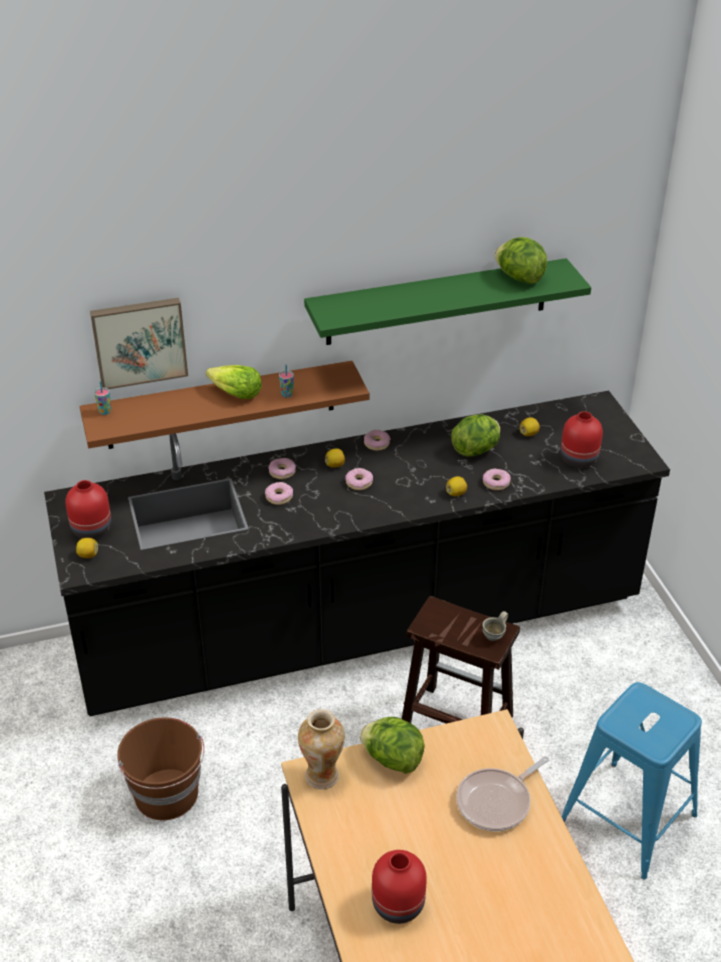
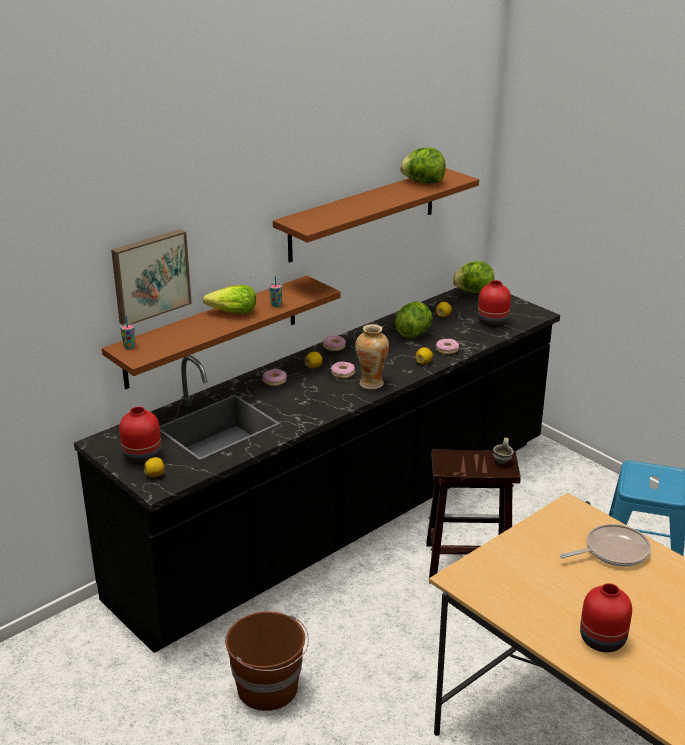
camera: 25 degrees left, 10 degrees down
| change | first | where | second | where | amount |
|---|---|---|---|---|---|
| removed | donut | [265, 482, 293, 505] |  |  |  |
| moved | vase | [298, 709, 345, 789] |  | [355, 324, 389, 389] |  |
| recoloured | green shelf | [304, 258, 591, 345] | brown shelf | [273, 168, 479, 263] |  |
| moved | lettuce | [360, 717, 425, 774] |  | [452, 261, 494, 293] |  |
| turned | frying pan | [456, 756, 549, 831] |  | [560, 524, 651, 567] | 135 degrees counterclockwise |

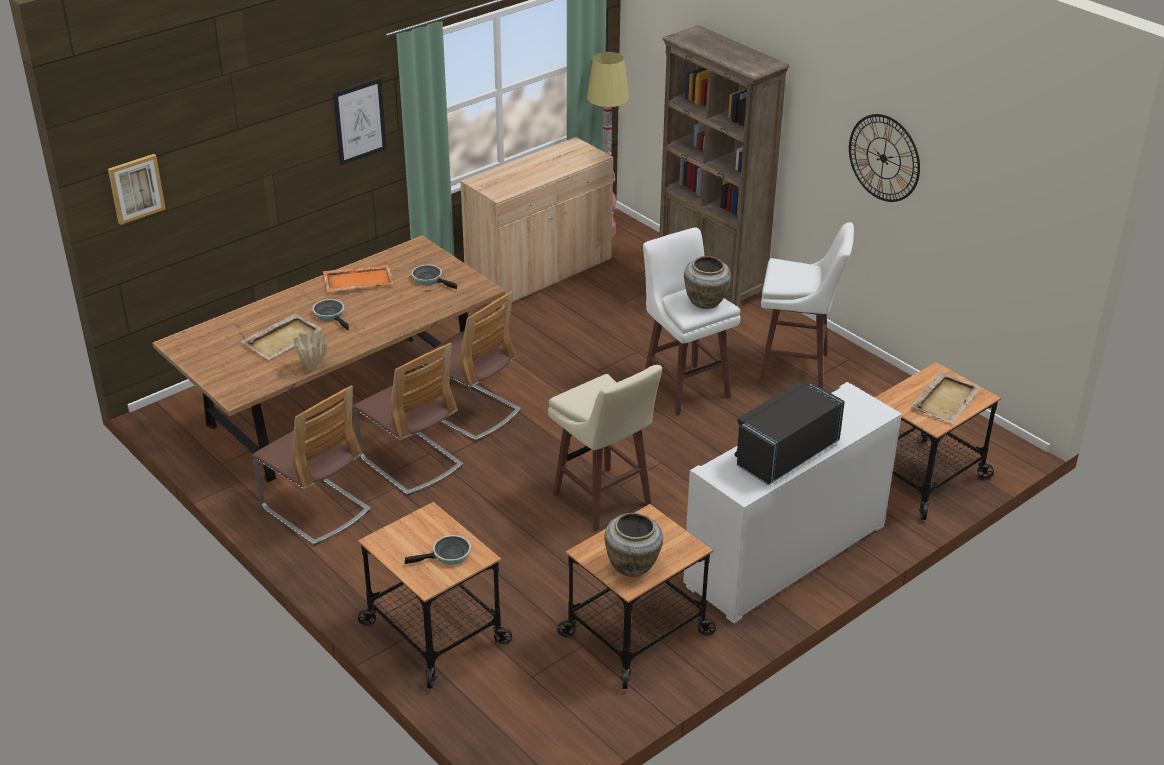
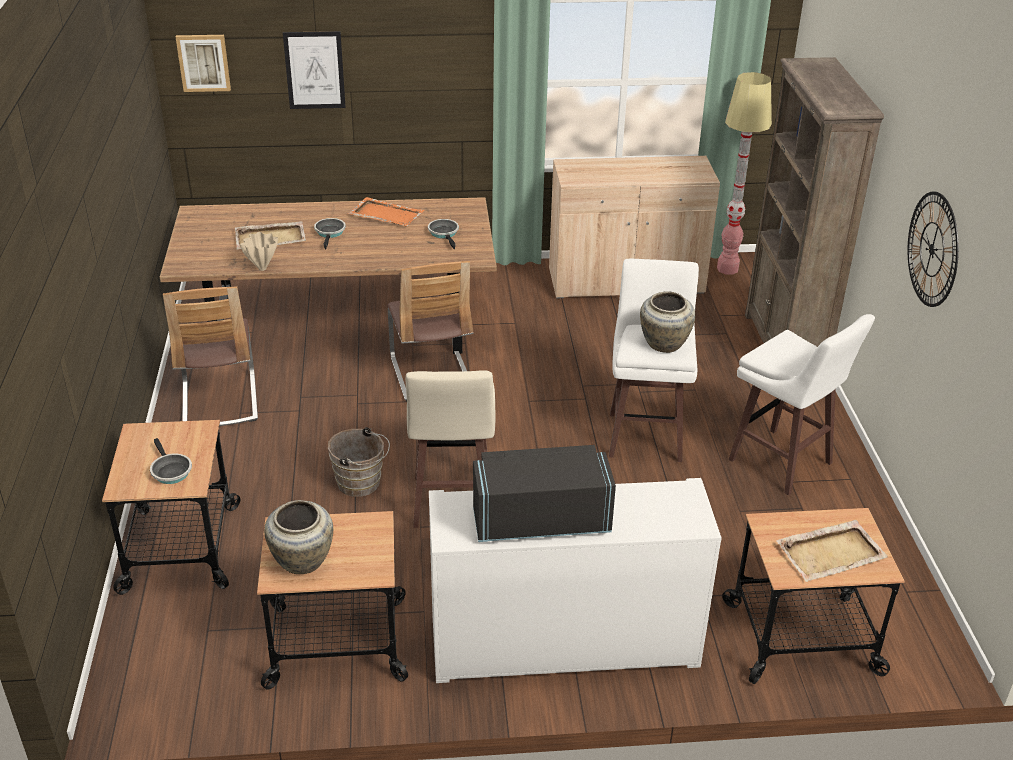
camera: 35 degrees right, 0 degrees up
| change | first | where | second | where | amount |
|---|---|---|---|---|---|
| moved | picture | [333, 78, 387, 165] |  | [283, 31, 346, 109] |  |
| removed | chair | [352, 343, 463, 496] |  |  |  |
| turned | frying pan | [405, 535, 471, 565] |  | [150, 438, 192, 484] | 45 degrees clockwise |
| added |  |  | brown bucket | [328, 427, 390, 497] |  |

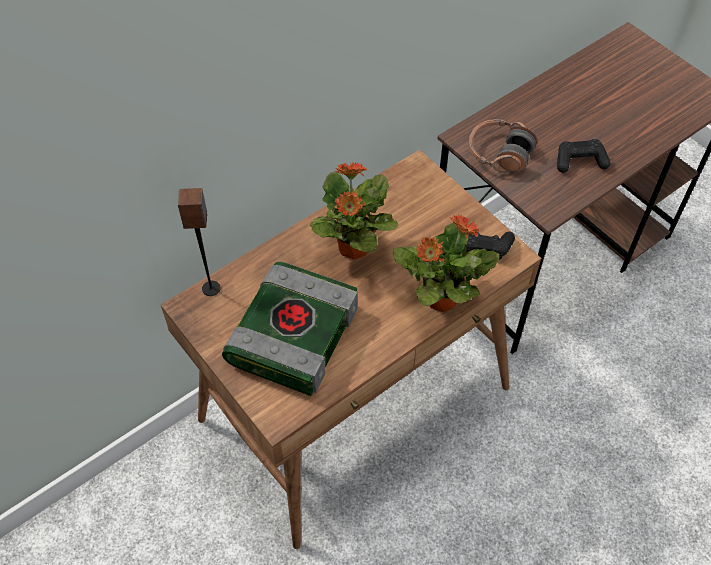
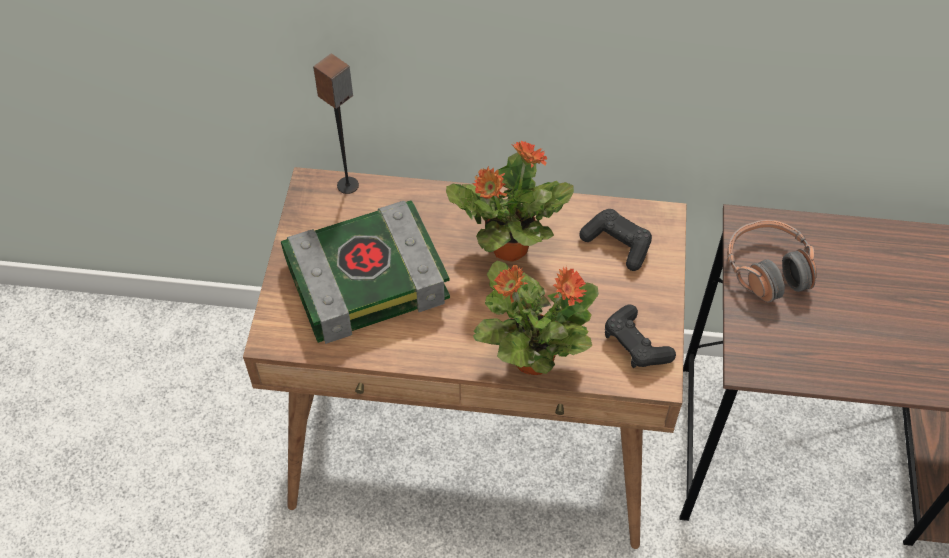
camera: 45 degrees right, 0 degrees up
| change | first | where | second | where | amount |
|---|---|---|---|---|---|
| moved | black game controller | [557, 139, 611, 173] |  | [579, 209, 652, 271] |  |

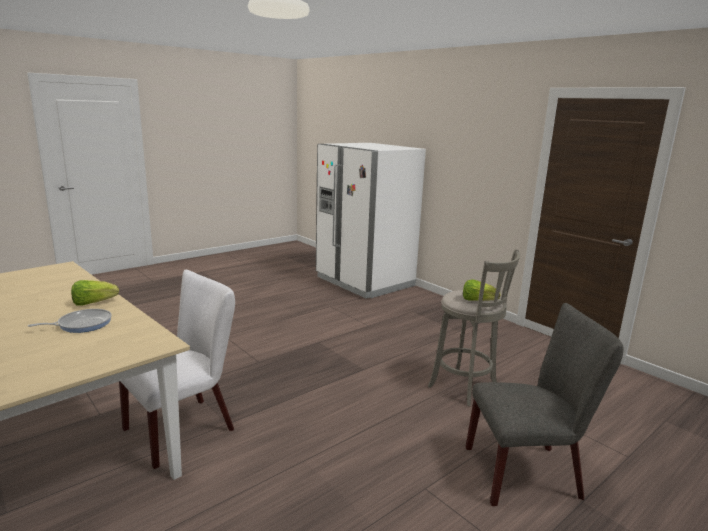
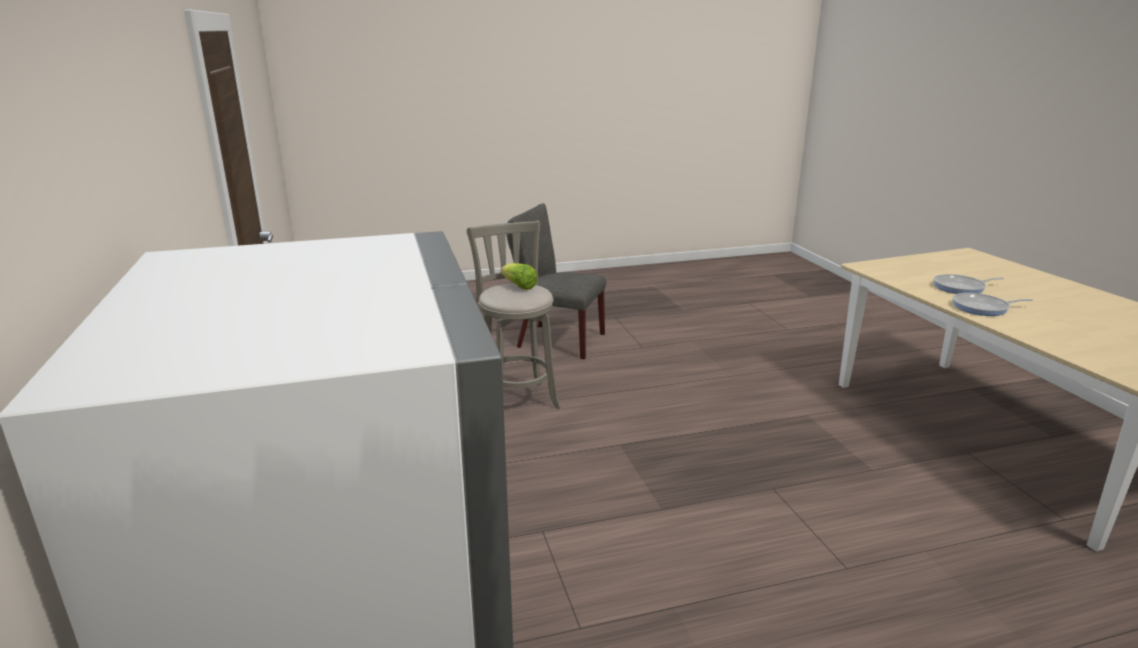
camera: 155 degrees left, 5 degrees up
| change | first | where | second | where | amount |
|---|---|---|---|---|---|
| replaced | lettuce | [71, 280, 119, 306] | frying pan | [952, 293, 1033, 316] |  |
| removed | white chair | [119, 270, 235, 469] |  |  |  |

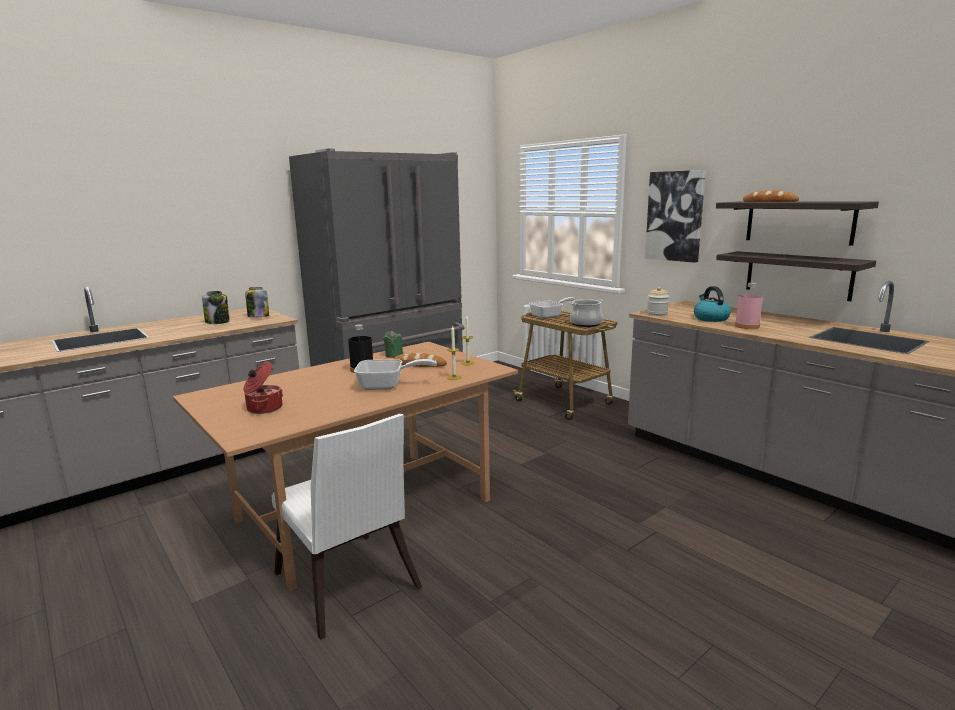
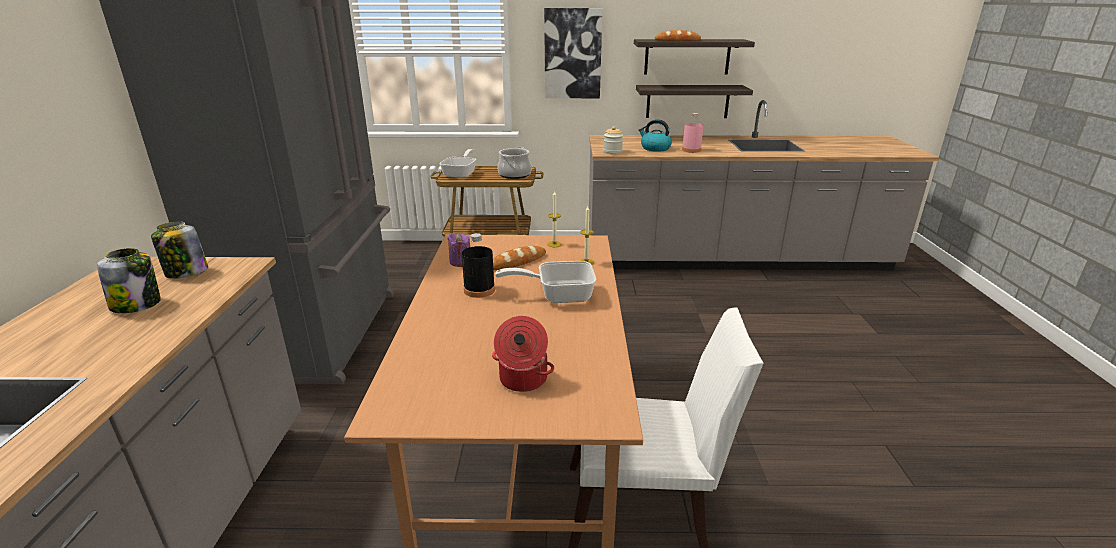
camera: 50 degrees left, 10 degrees up
| change | first | where | second | where | amount |
|---|---|---|---|---|---|
| turned | frying pan | [354, 359, 437, 390] |  | [495, 261, 596, 303] | 135 degrees counterclockwise |
| recoloured | green candle | [383, 331, 403, 358] | purple candle | [447, 233, 470, 267] |  |

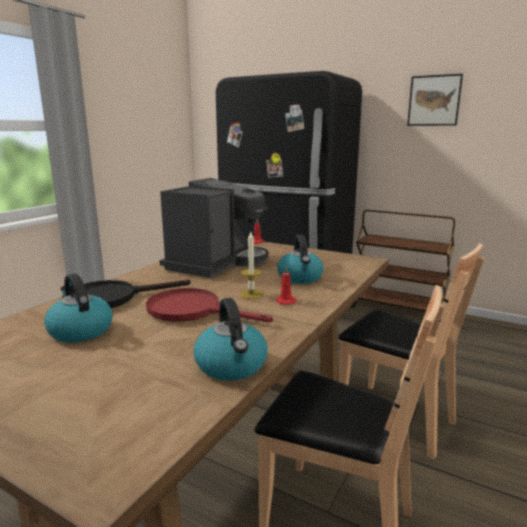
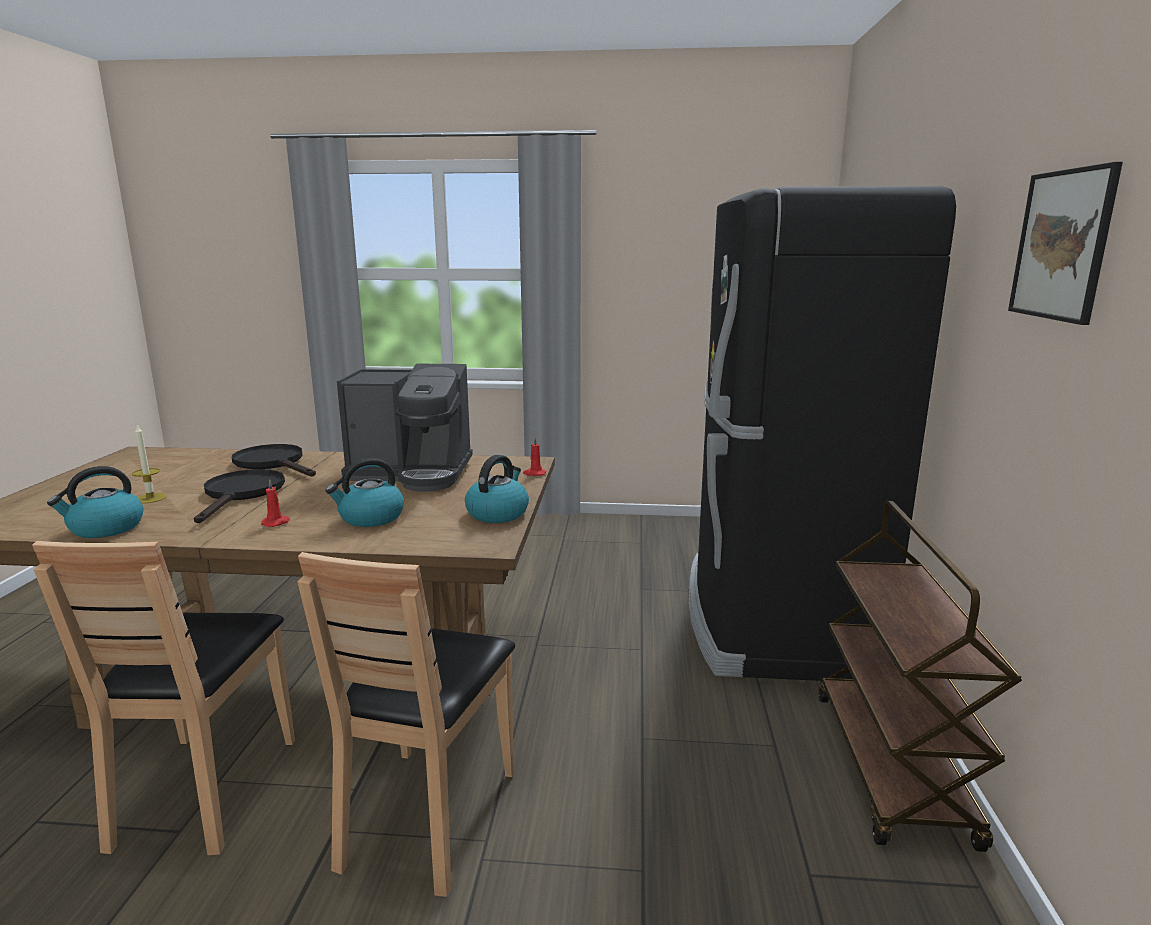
camera: 65 degrees right, 0 degrees up
| change | first | where | second | where | amount |
|---|---|---|---|---|---|
| moved | kettle | [44, 274, 113, 343] |  | [465, 455, 529, 523] |  |
| recoloured | red frying pan | [146, 288, 273, 323] | black frying pan | [194, 469, 285, 523] |  |
| moved | candle | [239, 232, 263, 299] |  | [132, 425, 167, 504] |  |

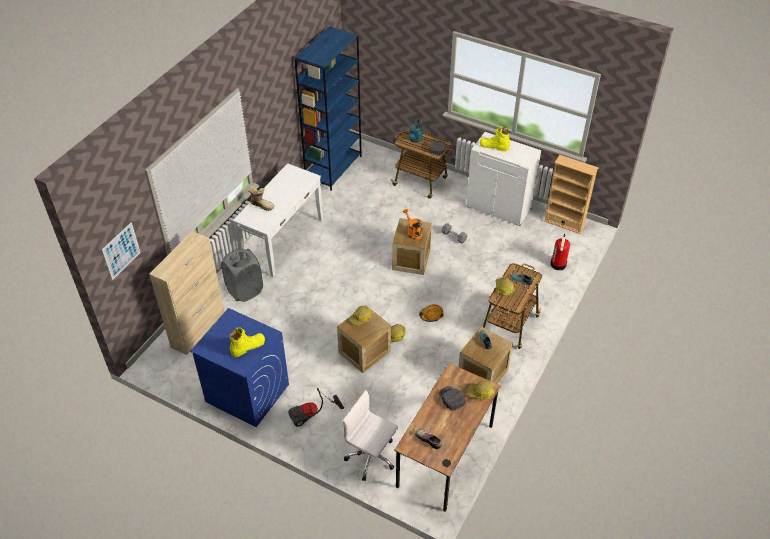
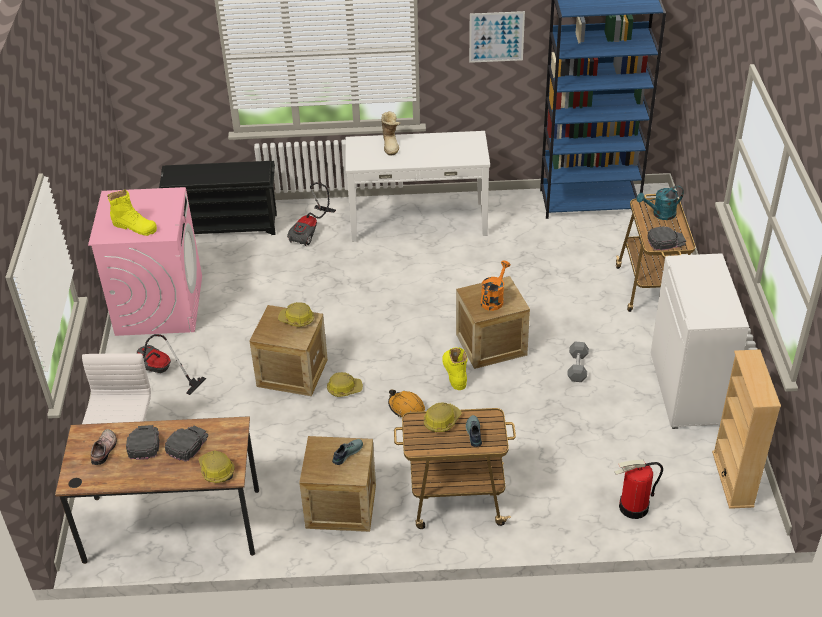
camera: 60 degrees right, 5 degrees down
| change | first | where | second | where | amount |
|---|---|---|---|---|---|
| moved | picture | [102, 222, 141, 280] |  | [469, 11, 525, 63] |  |
| replaced | beige cabinet | [149, 231, 225, 355] | black shoe rack | [159, 161, 277, 235] |  |
| recoloured | blue washing machine | [190, 308, 289, 427] | pink washing machine | [88, 187, 202, 336] |  |
| replaced | grey laundry basket | [221, 248, 263, 302] | vacuum cleaner | [287, 182, 336, 246] |  |
| moved | yellow boot | [480, 127, 510, 151] |  | [442, 347, 468, 390] |  |
| added |  |  | black cap | [126, 425, 160, 460] |  |

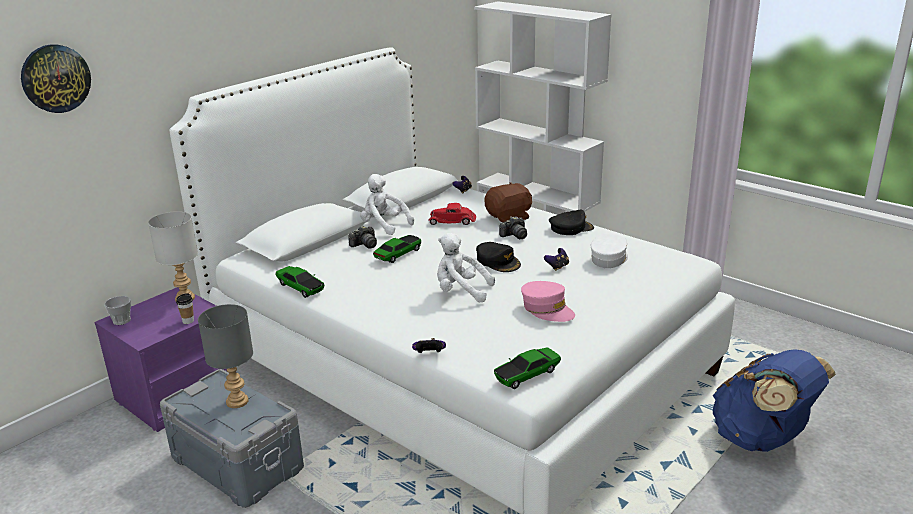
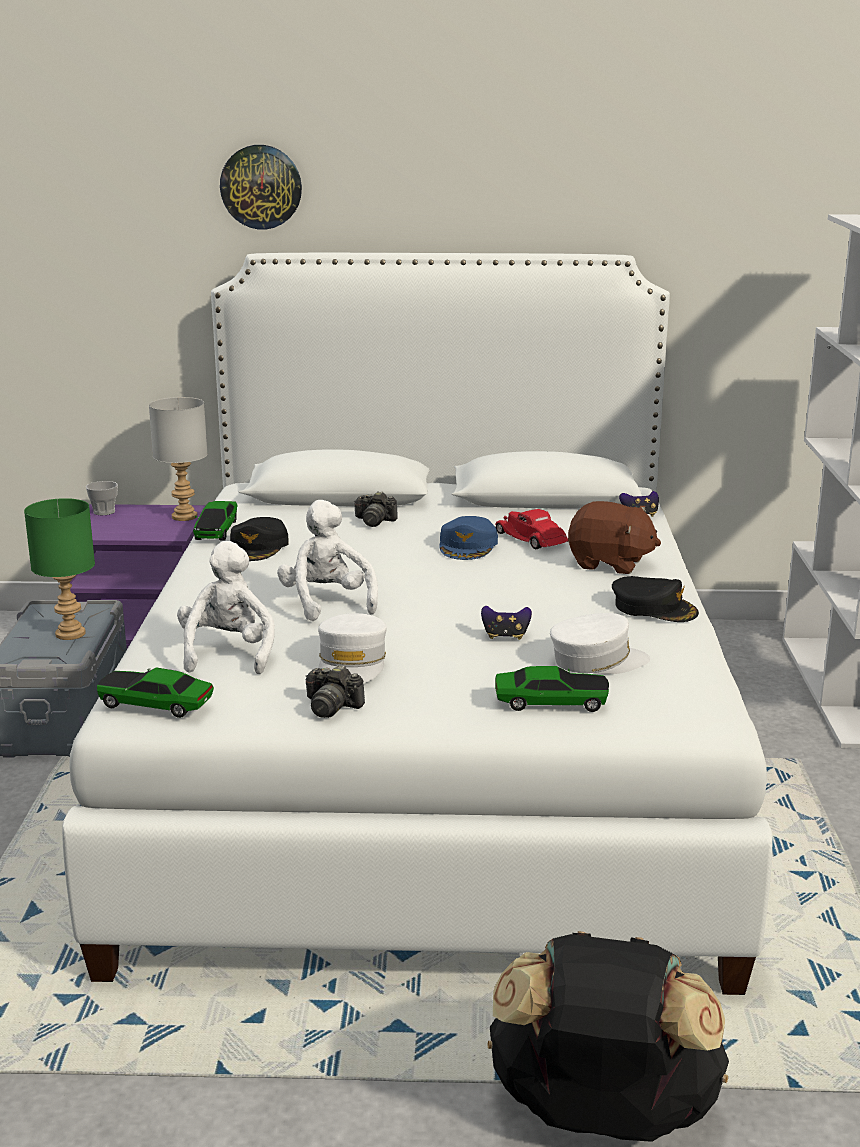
camera: 50 degrees right, 5 degrees down
| change | first | where | second | where | amount |
|---|---|---|---|---|---|
| moved | wall clock | [21, 44, 91, 113] |  | [220, 145, 302, 229] |  |
| removed | cup | [176, 294, 194, 324] |  |  |  |
| recoloured | grey table lamp | [198, 304, 253, 408] | green table lamp | [24, 498, 95, 640] |  |
| moved | white plush toy | [360, 174, 414, 235] |  | [177, 540, 275, 674] |  |
| moved | toy car | [373, 235, 421, 263] |  | [495, 666, 609, 712] |  |
| removed | game controller | [412, 338, 446, 353] |  |  |  |
| moved | black cap | [476, 242, 521, 272] |  | [230, 517, 289, 561] |  |
| moved | photo camera | [499, 216, 527, 239] |  | [305, 665, 365, 718] |  |
| recoloured | pink cap | [521, 281, 575, 322] | white cap | [318, 613, 387, 684] |  |
| recoloured | blue backpack | [712, 349, 836, 452] | black backpack | [487, 931, 729, 1142] |  |
| added |  |  | blue cap | [440, 516, 498, 560] |  |

